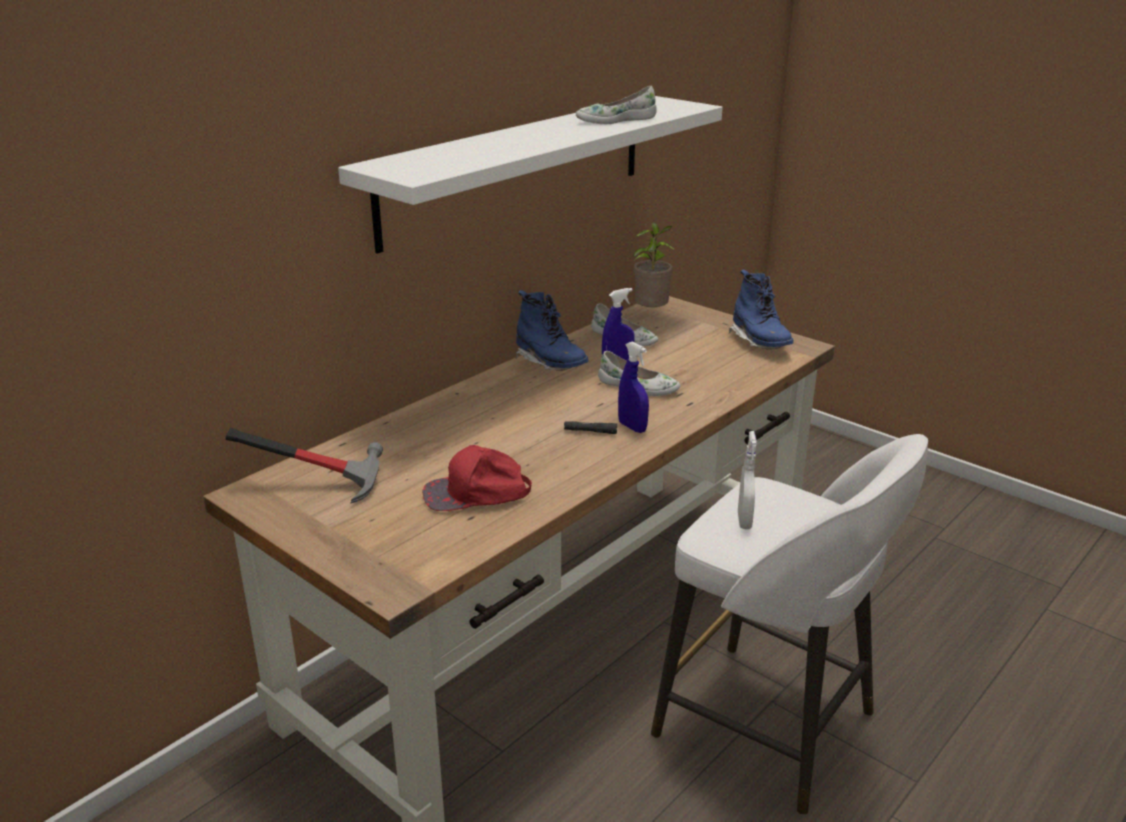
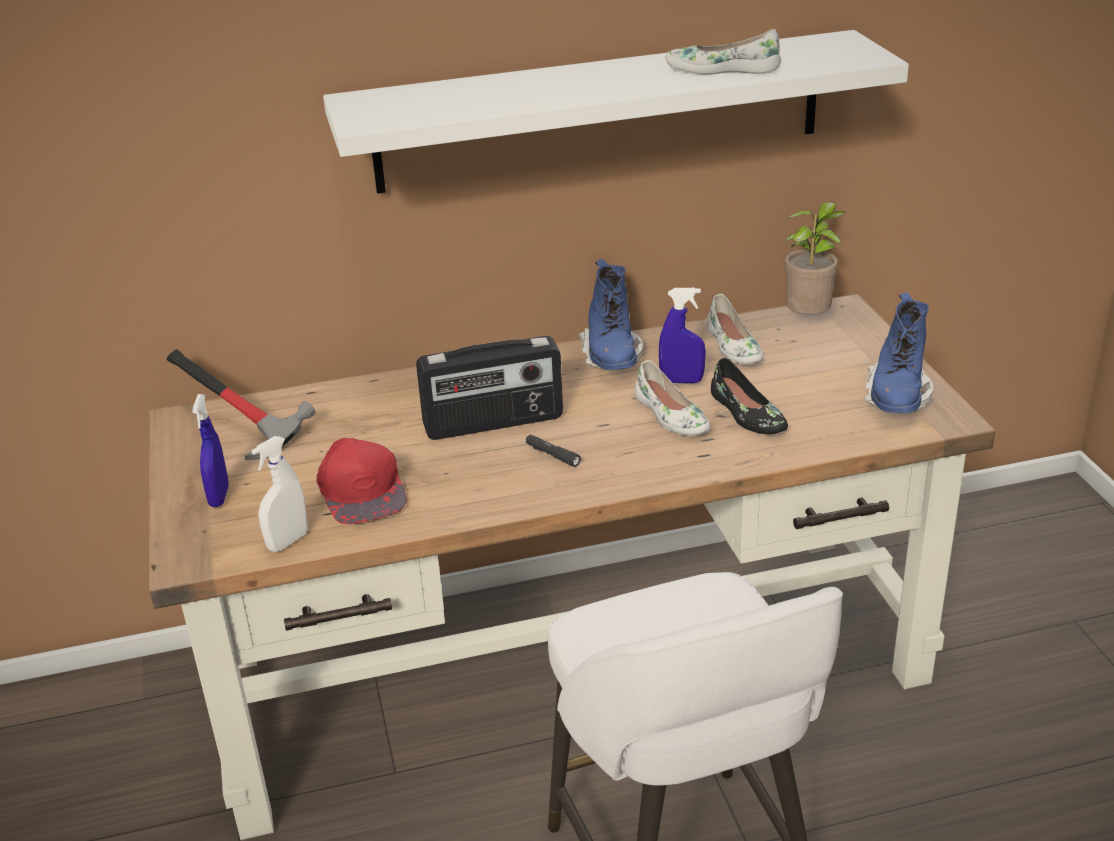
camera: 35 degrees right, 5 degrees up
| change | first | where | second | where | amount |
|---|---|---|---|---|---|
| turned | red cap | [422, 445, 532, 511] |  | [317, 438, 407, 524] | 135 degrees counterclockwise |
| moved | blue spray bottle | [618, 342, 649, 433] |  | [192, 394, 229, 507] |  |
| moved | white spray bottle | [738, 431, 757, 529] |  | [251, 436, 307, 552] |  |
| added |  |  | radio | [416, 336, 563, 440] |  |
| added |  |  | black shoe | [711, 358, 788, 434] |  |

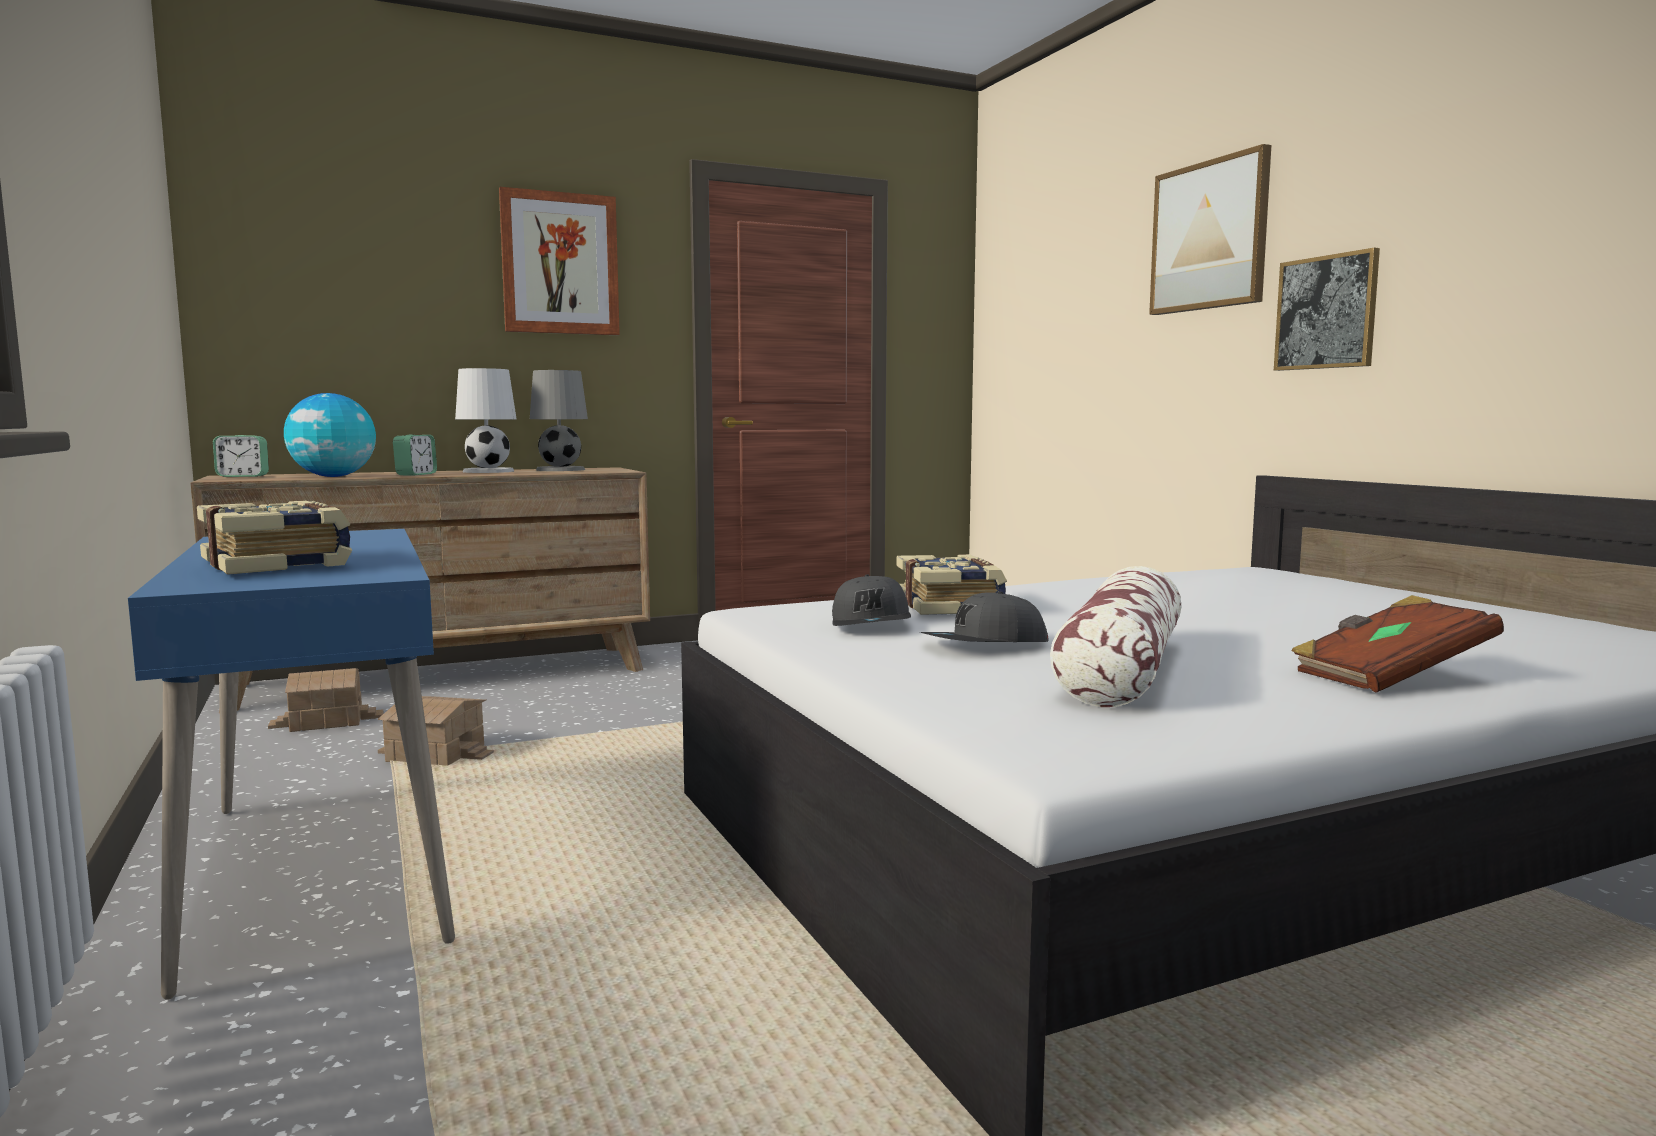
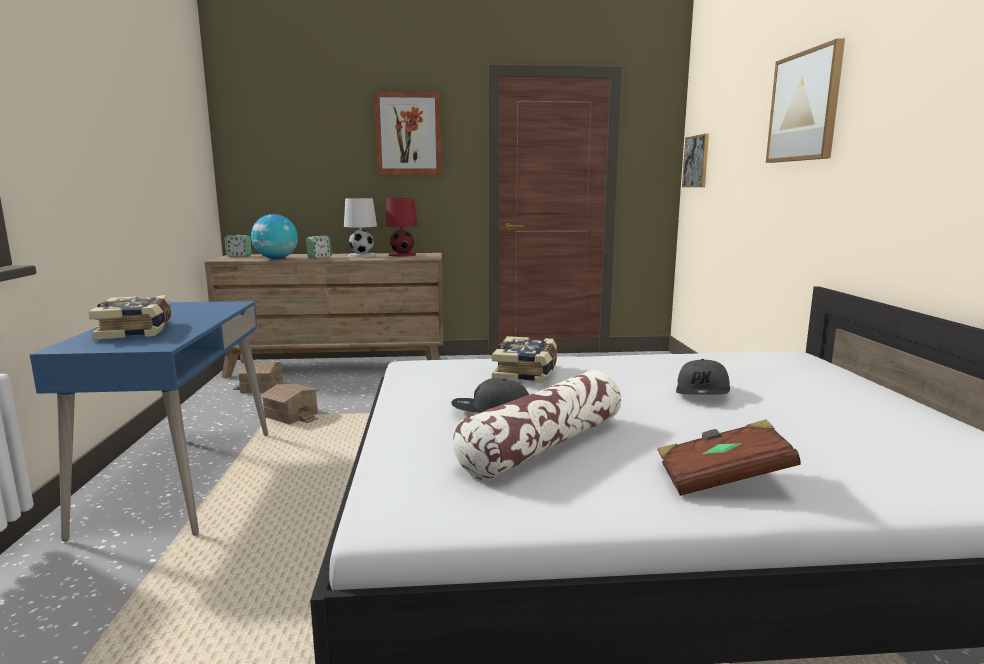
camera: 20 degrees right, 5 degrees up
| change | first | where | second | where | amount |
|---|---|---|---|---|---|
| recoloured | grey table lamp | [530, 370, 588, 471] | red table lamp | [385, 198, 418, 257] |  |
| moved | grey cap | [832, 574, 911, 626] |  | [676, 359, 730, 395] |  |
| moved | picture | [1274, 248, 1380, 371] |  | [682, 134, 709, 187] |  |

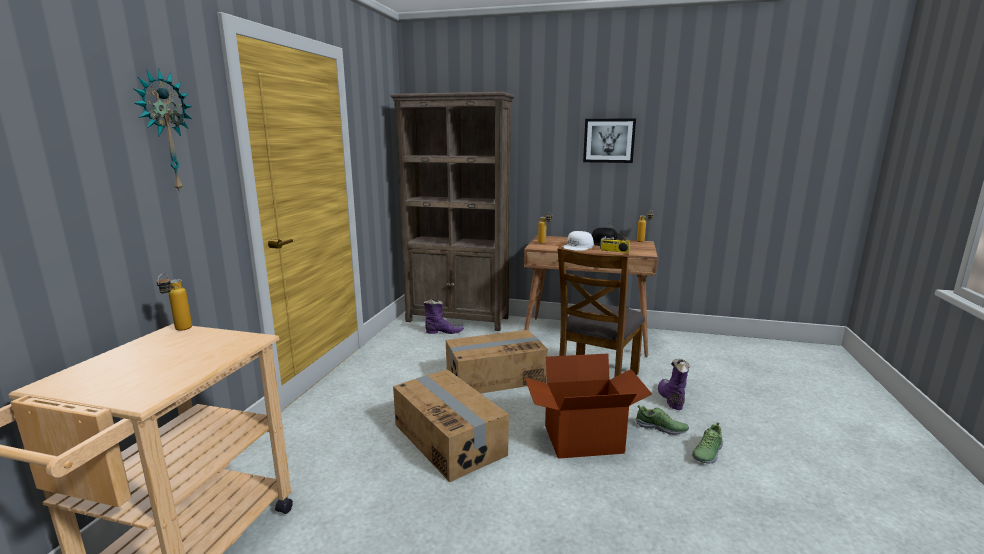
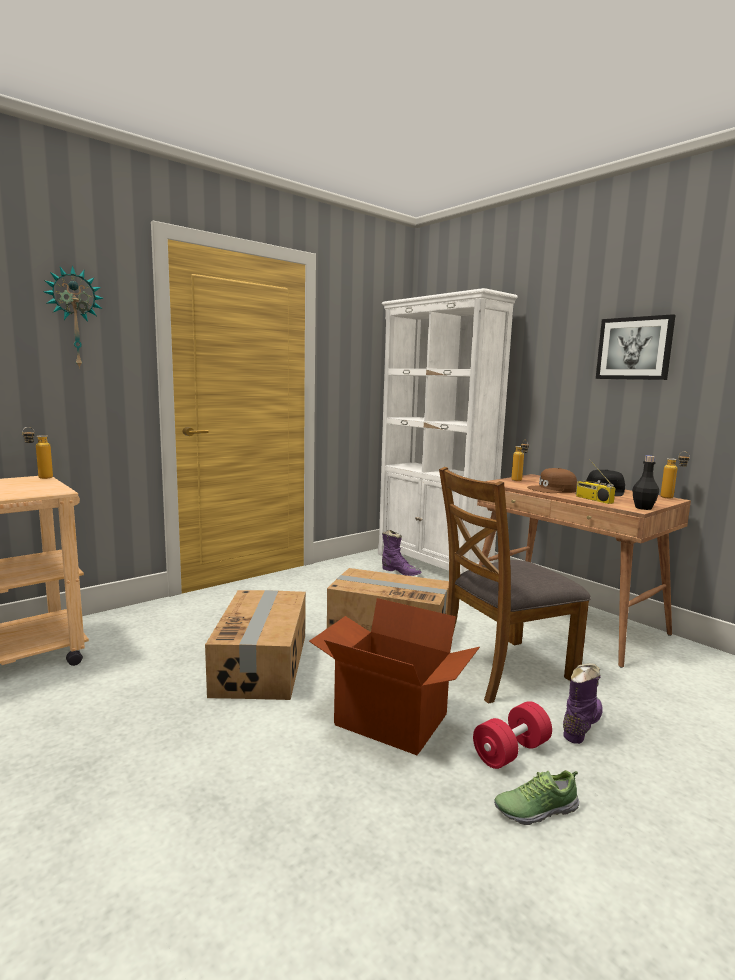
camera: 35 degrees right, 5 degrees down
| change | first | where | second | where | amount |
|---|---|---|---|---|---|
| recoloured | brown bookcase | [390, 92, 514, 331] | white bookcase | [378, 288, 518, 575] |  |
| recoloured | white cap | [562, 231, 594, 251] | brown cap | [527, 468, 577, 493] |  |
| replaced | shoe | [636, 405, 689, 435] | red dumbbell | [473, 701, 552, 769] |  |
| added |  |  | black bottle | [632, 456, 659, 510] |  |

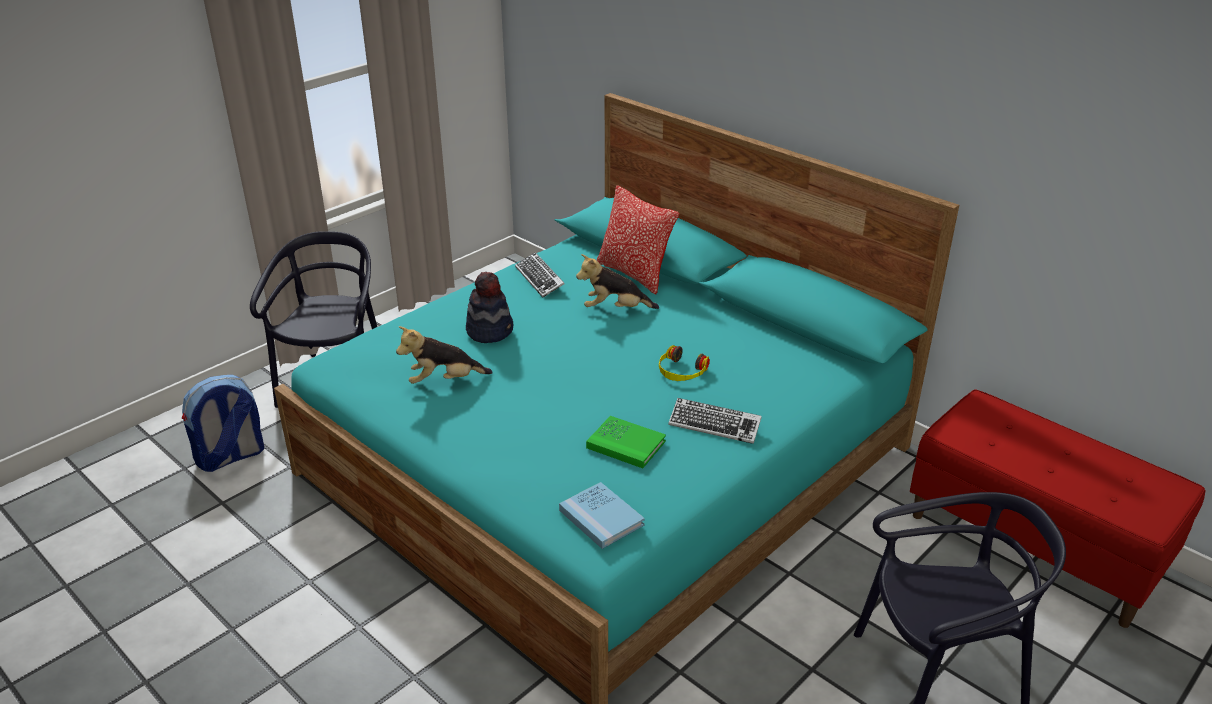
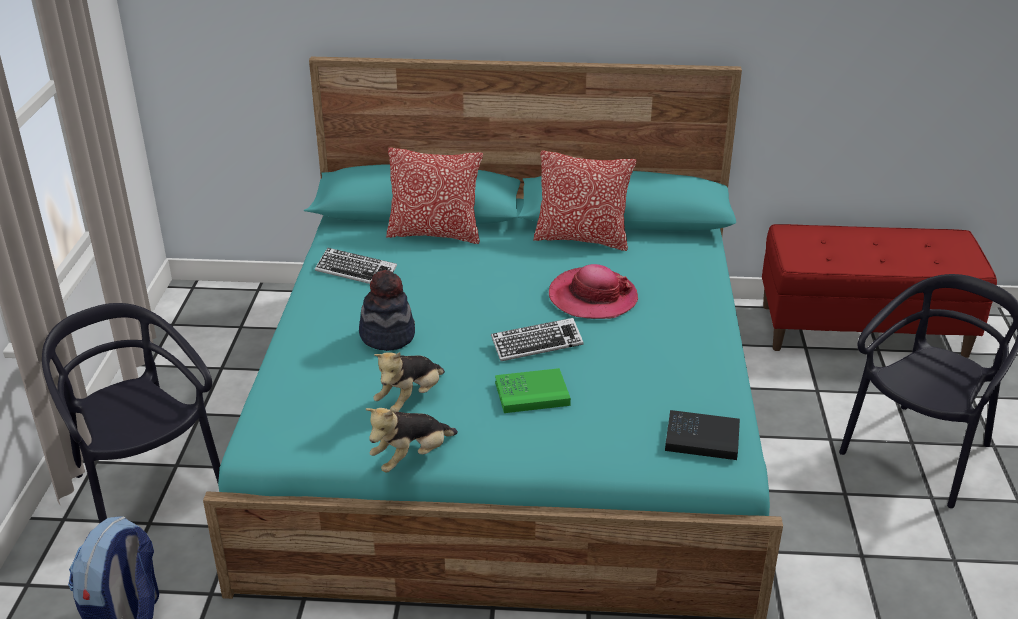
camera: 40 degrees left, 0 degrees up
| change | first | where | second | where | amount |
|---|---|---|---|---|---|
| recoloured | blue book | [559, 482, 645, 549] | black book | [665, 410, 740, 460] |  |
| moved | plush toy | [576, 254, 659, 309] |  | [366, 408, 458, 473] |  |
| moved | green book | [586, 416, 666, 468] |  | [495, 368, 571, 413] |  |
| replaced | headphones | [659, 345, 710, 381] | hat | [549, 264, 638, 319] |  |
| moved | keyboard | [669, 398, 762, 444] |  | [491, 318, 584, 361] |  |
| added |  |  | pillow | [533, 150, 637, 251] |  |

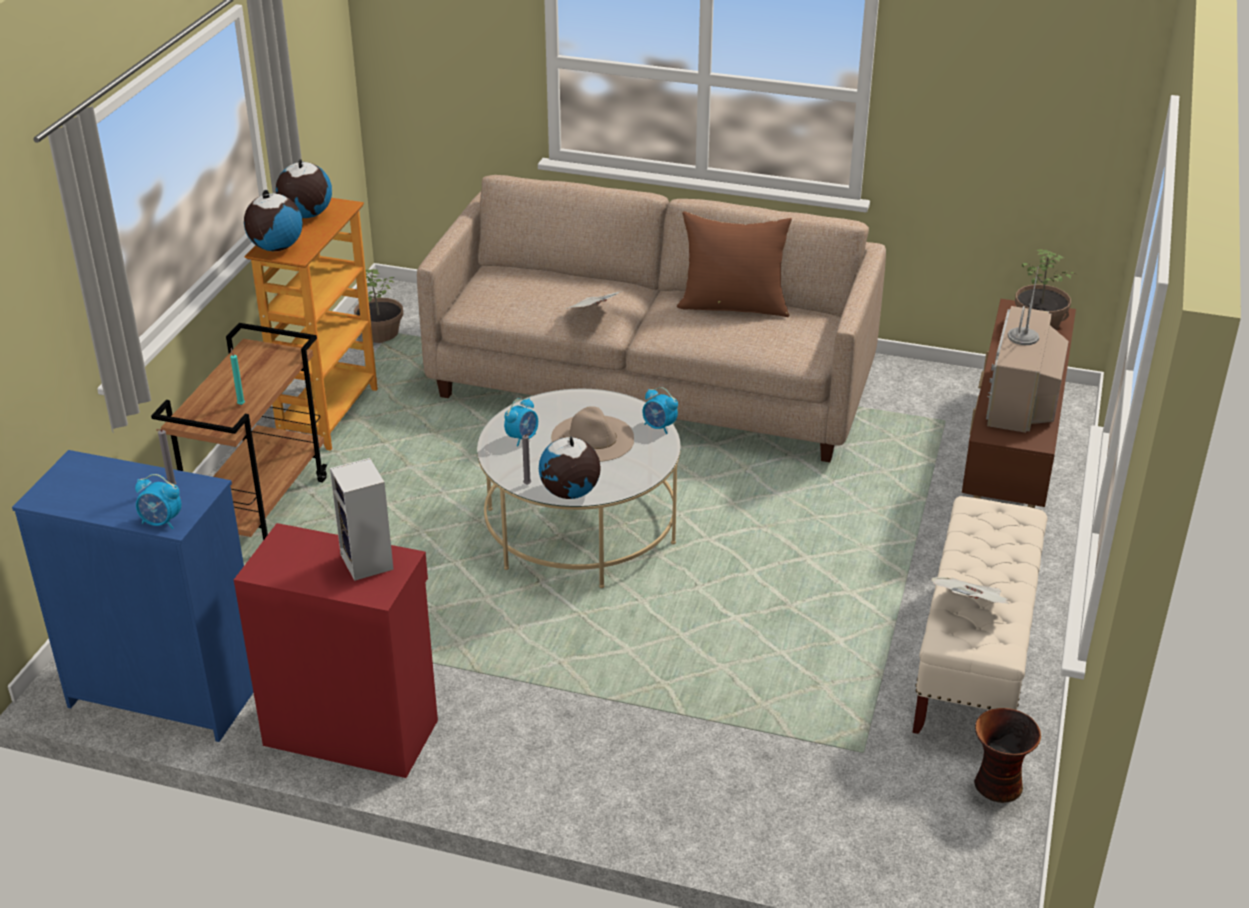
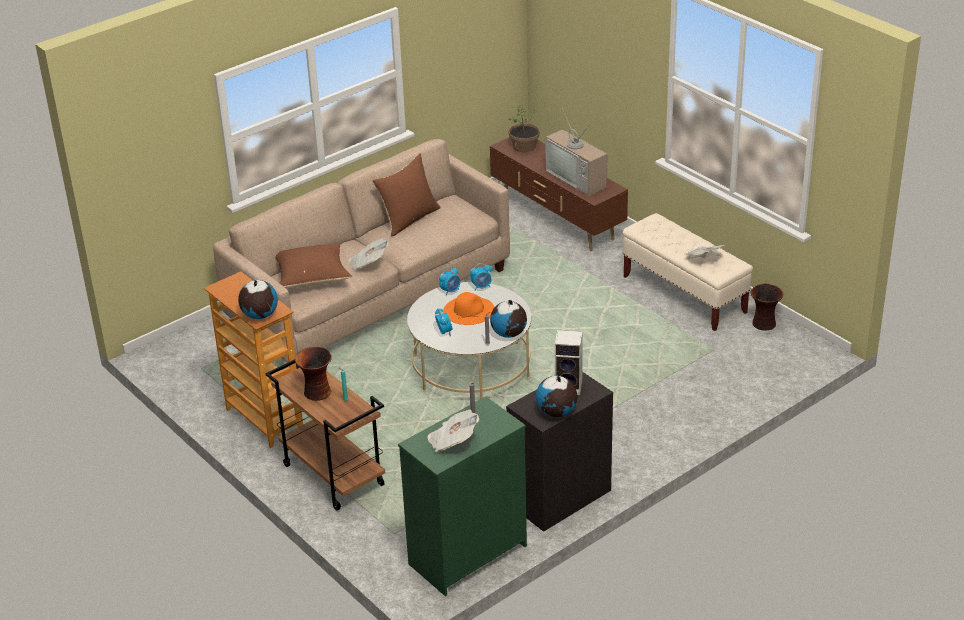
camera: 55 degrees left, 0 degrees up
| change | first | where | second | where | amount |
|---|---|---|---|---|---|
| recoloured | blue dresser | [12, 450, 254, 742] | green dresser | [398, 397, 527, 596] |  |
| moved | alarm clock | [135, 474, 181, 529] |  | [439, 267, 460, 296] |  |
| recoloured | red cabinet | [234, 523, 438, 778] | black cabinet | [506, 372, 613, 532] |  |
| moved | globe | [276, 159, 332, 218] |  | [536, 376, 577, 417] |  |
| removed | potted plant | [354, 269, 403, 343] |  |  |  |
| recoloured | beige hat | [551, 406, 634, 462] | orange hat | [443, 292, 494, 325] |  |
| added |  |  | brown pillow | [275, 243, 352, 288] |  |
| added |  |  | vase | [295, 347, 332, 401] |  |
| added |  |  | newspaper | [427, 410, 479, 452] |  |

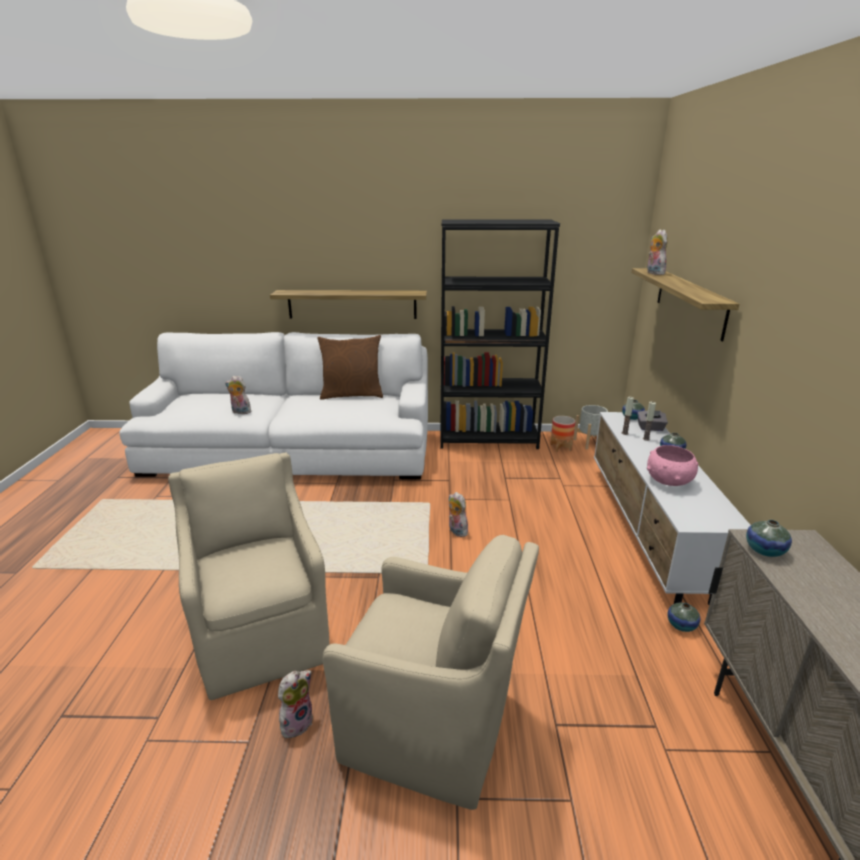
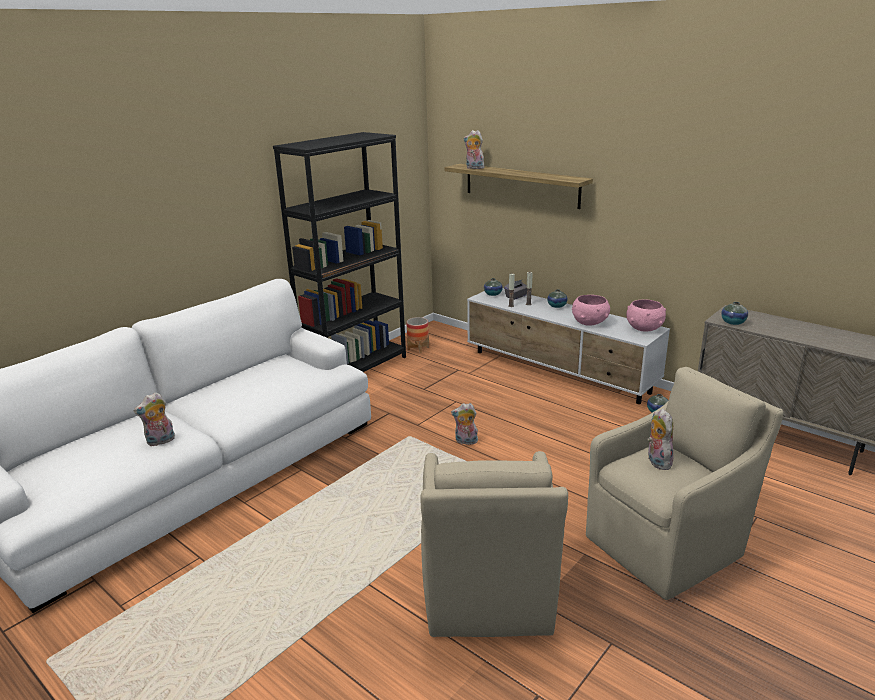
camera: 50 degrees left, 0 degrees up
| change | first | where | second | where | amount |
|---|---|---|---|---|---|
| turned | beige armchair | [168, 452, 330, 700] |  | [421, 451, 568, 637] | 105 degrees counterclockwise |
| removed | shelf | [270, 290, 427, 319] |  |  |  |
| moved | plush toy | [278, 670, 313, 738] |  | [648, 409, 674, 470] |  |
| removed | brown pillow | [317, 335, 383, 400] |  |  |  |
| removed | grey planter | [573, 405, 608, 450] |  |  |  |
| added |  |  | pink bowl | [626, 299, 666, 332] |  |

